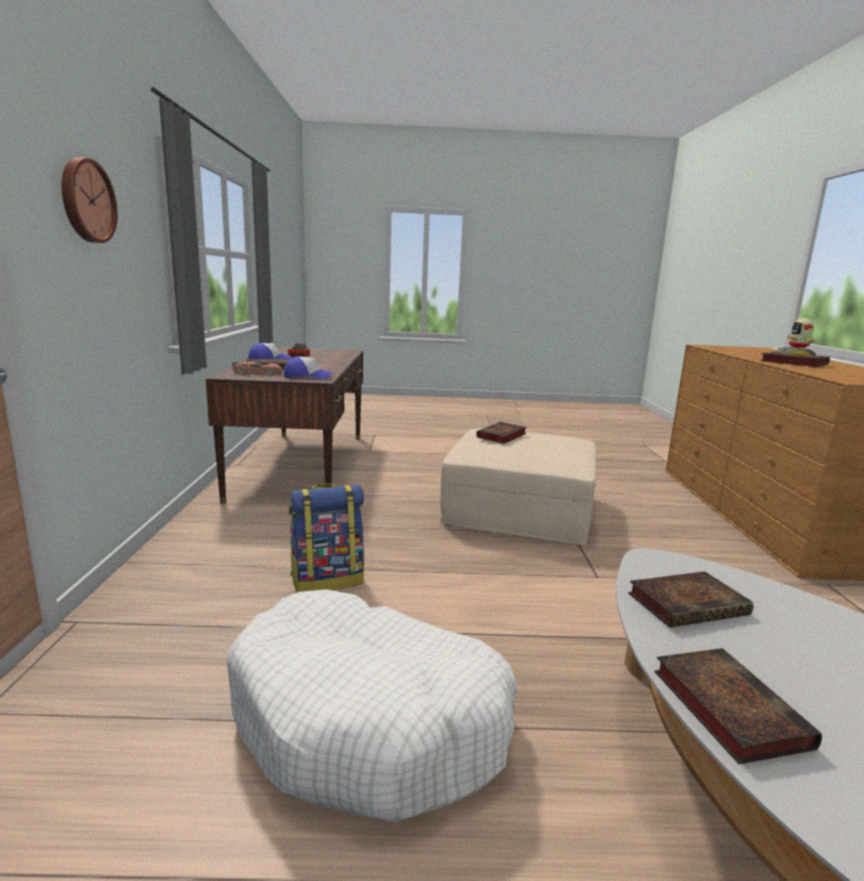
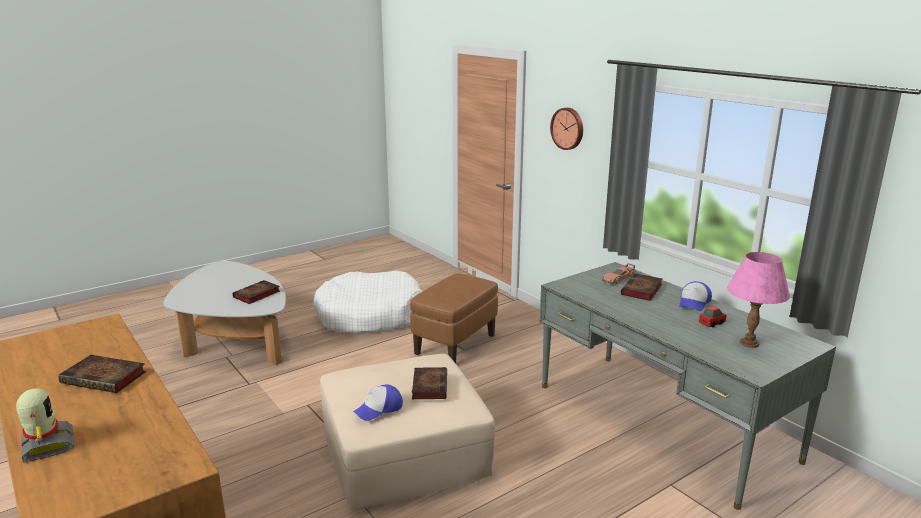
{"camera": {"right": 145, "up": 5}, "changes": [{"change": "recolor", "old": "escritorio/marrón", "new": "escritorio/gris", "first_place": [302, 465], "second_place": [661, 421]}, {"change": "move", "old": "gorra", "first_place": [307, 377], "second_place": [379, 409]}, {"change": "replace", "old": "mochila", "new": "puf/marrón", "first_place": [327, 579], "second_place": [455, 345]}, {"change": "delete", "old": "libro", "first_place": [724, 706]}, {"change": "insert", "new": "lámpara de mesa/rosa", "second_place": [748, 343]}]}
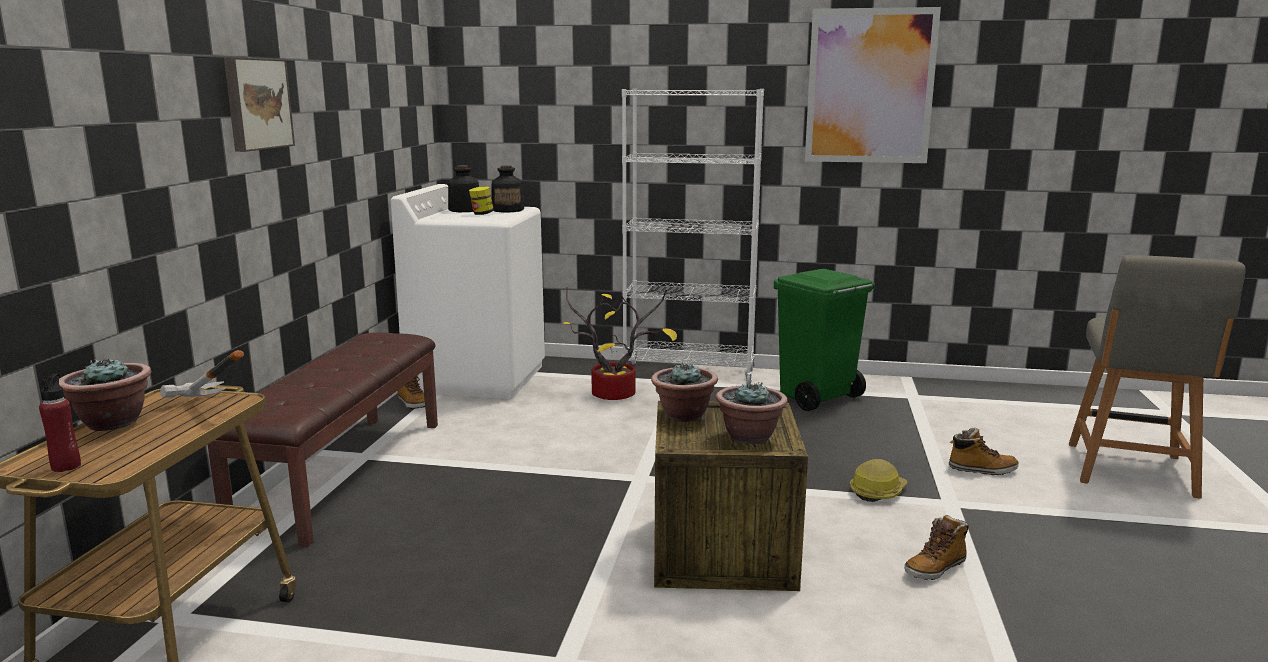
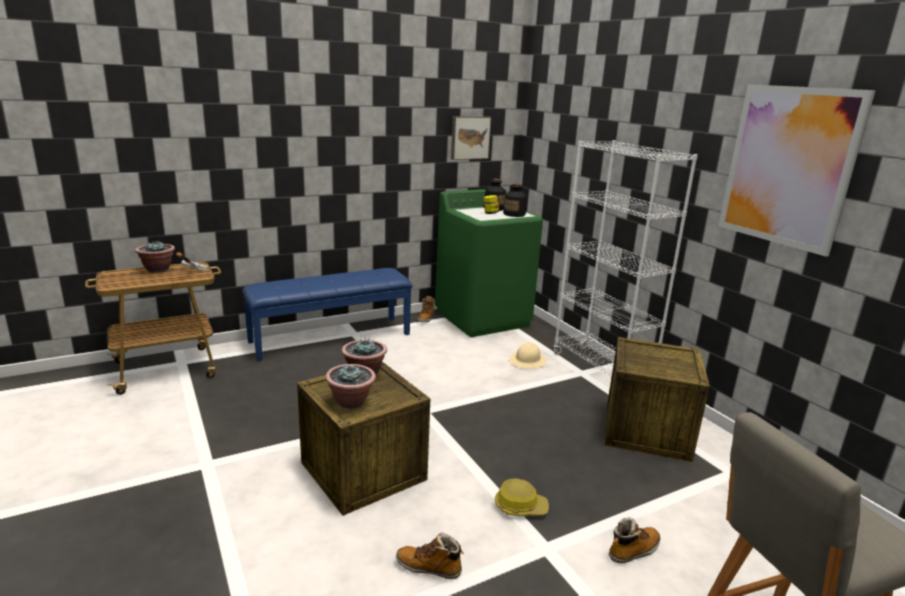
{"camera": {"right": 50, "up": 5}, "changes": [{"change": "move", "old": "cuadro", "first_place": [256, 103], "second_place": [469, 137]}, {"change": "recolor", "old": "lavadora/blanco", "new": "lavadora/verde", "first_place": [477, 377], "second_place": [483, 318]}, {"change": "replace", "old": "papelera/verde", "new": "caja de embalaje", "first_place": [816, 398], "second_place": [646, 431]}, {"change": "replace", "old": "planta en maceta", "new": "casco/beis", "first_place": [617, 394], "second_place": [528, 361]}, {"change": "recolor", "old": "banco/marrón", "new": "banco/azul", "first_place": [343, 473], "second_place": [331, 337]}, {"change": "delete", "old": "botella/rojo", "first_place": [66, 466]}, {"change": "rotate", "old": "bota", "first_place": [982, 470], "second_place": [633, 550], "degrees": -90}]}
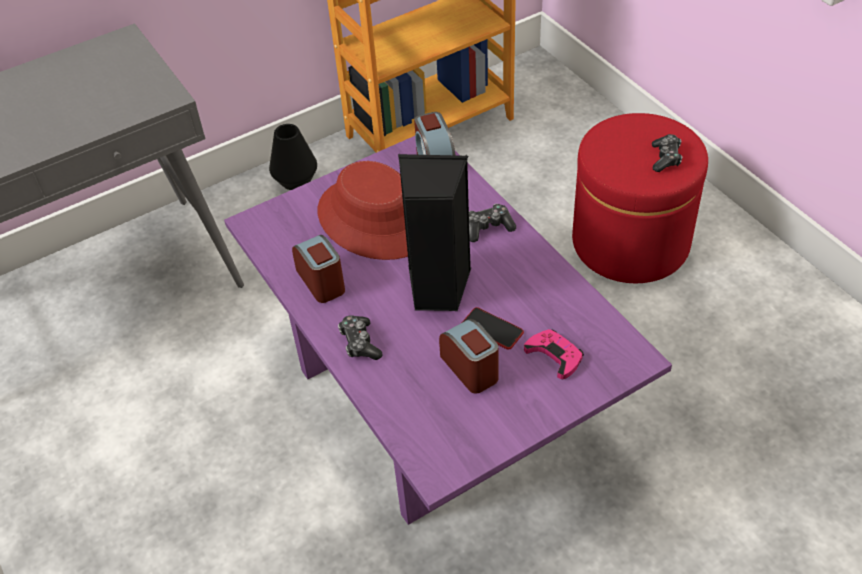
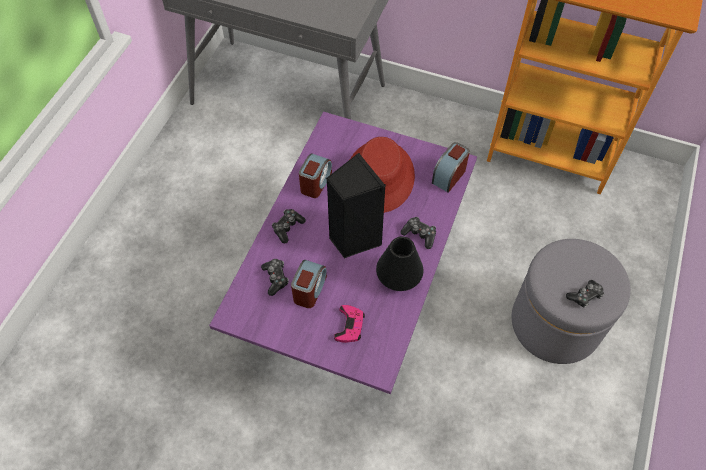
{"camera": {"right": 50, "up": 10}, "changes": [{"change": "recolor", "old": "puf/rojo", "new": "puf/gris", "first_place": [630, 242], "second_place": [555, 323]}, {"change": "move", "old": "florero/negro", "first_place": [296, 180], "second_place": [399, 278]}, {"change": "delete", "old": "móvil", "first_place": [492, 329]}, {"change": "insert", "new": "mando de consola", "second_place": [275, 278]}]}
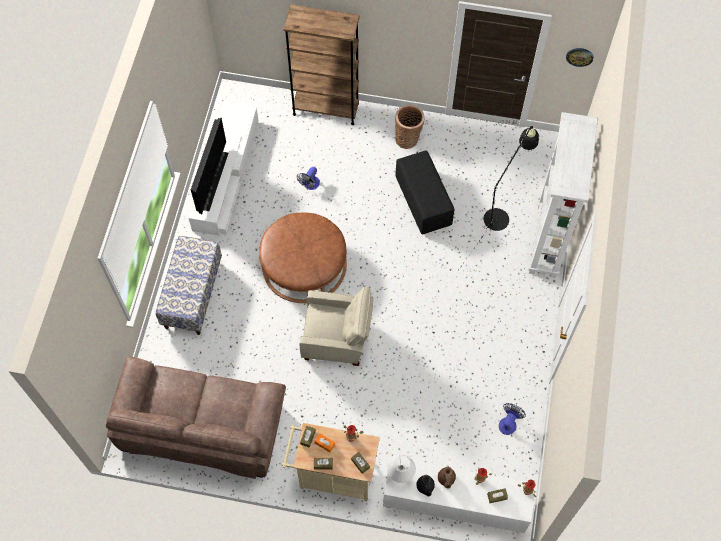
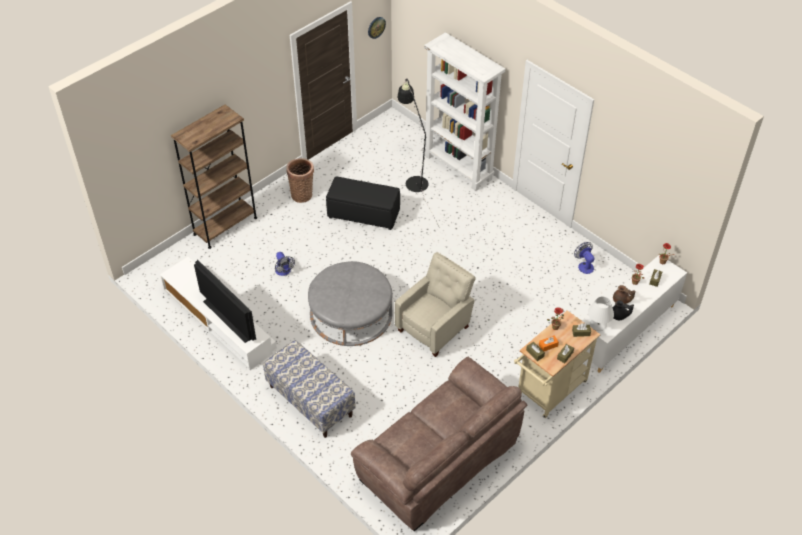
{"camera": {"right": -55, "up": -15}, "changes": [{"change": "recolor", "old": "puf/marrón", "new": "puf/gris", "first_place": [304, 264], "second_place": [351, 313]}]}
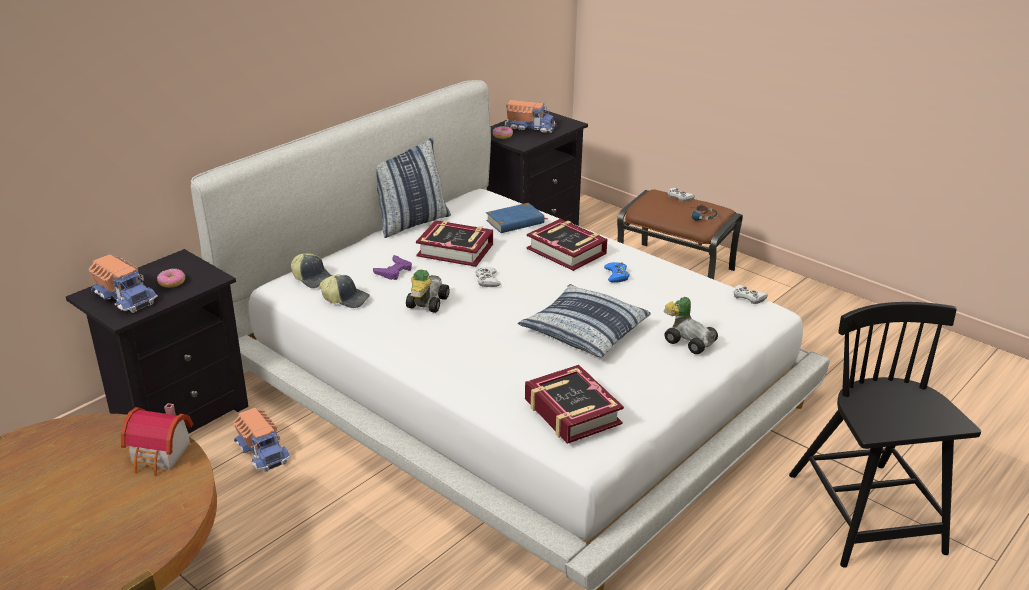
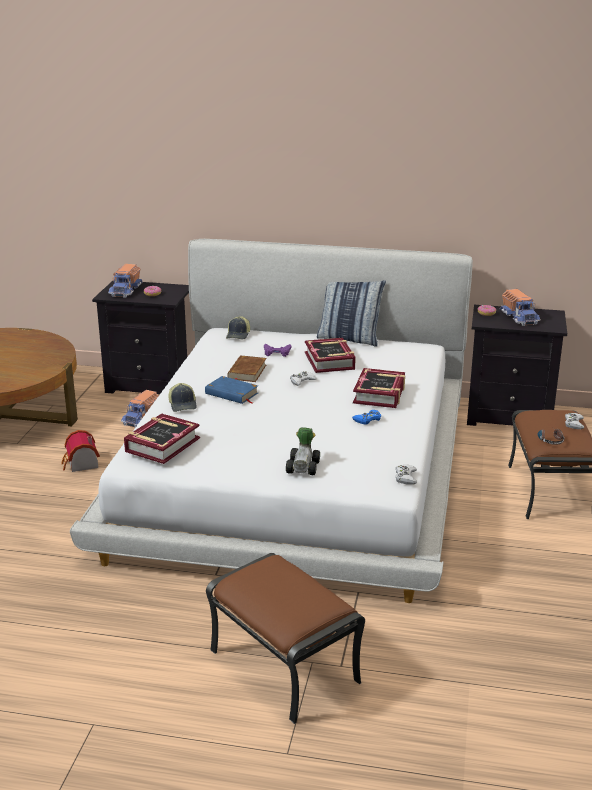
{"camera": {"right": 60, "up": -5}, "changes": [{"change": "move", "old": "libro/azul", "first_place": [515, 222], "second_place": [231, 393]}, {"change": "replace", "old": "coche de juguete", "new": "libro/marrón", "first_place": [425, 304], "second_place": [247, 372]}, {"change": "move", "old": "gorra", "first_place": [346, 299], "second_place": [183, 405]}, {"change": "delete", "old": "cojín", "first_place": [584, 331]}, {"change": "replace", "old": "silla/negro", "new": "puf/marrón", "first_place": [866, 515], "second_place": [286, 666]}, {"change": "move", "old": "casita", "first_place": [161, 455], "second_place": [81, 464]}]}
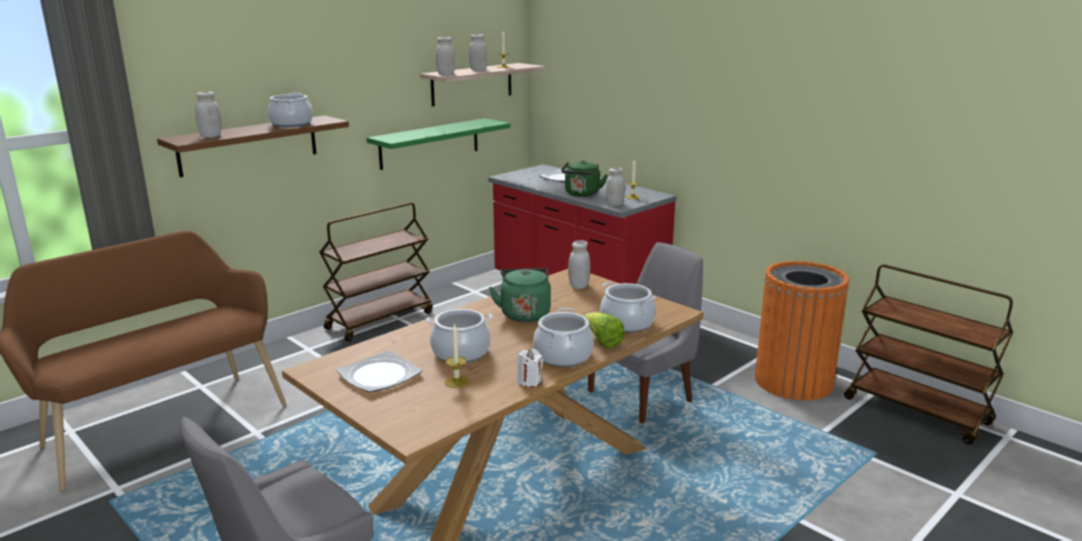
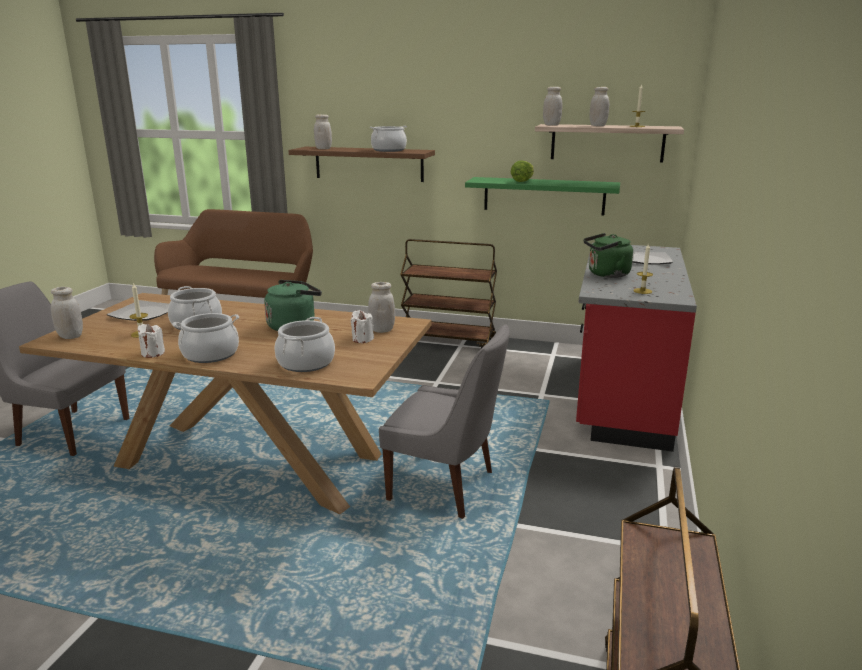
{"camera": {"right": 60, "up": 0}, "changes": [{"change": "move", "old": "tarro/blanco", "first_place": [615, 204], "second_place": [70, 336]}, {"change": "delete", "old": "papelera/naranja", "first_place": [793, 381]}, {"change": "move", "old": "lechuga", "first_place": [602, 342], "second_place": [523, 181]}, {"change": "insert", "new": "vela/blanco", "second_place": [362, 339]}]}
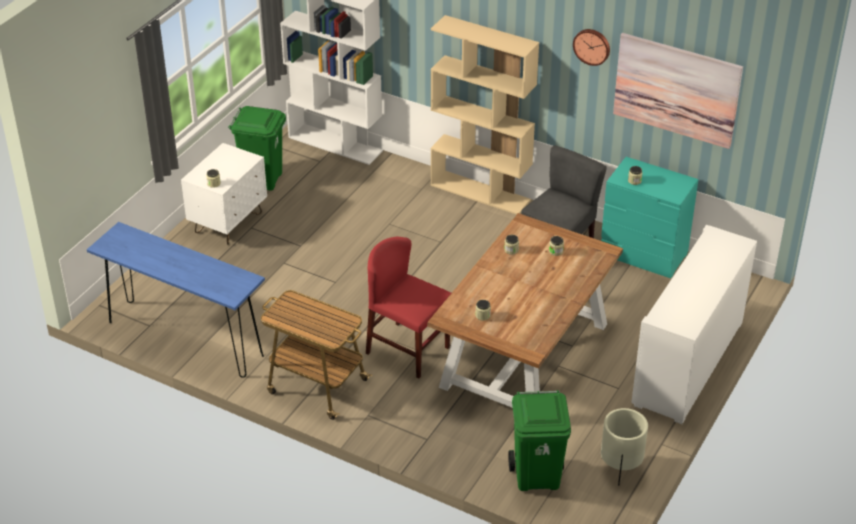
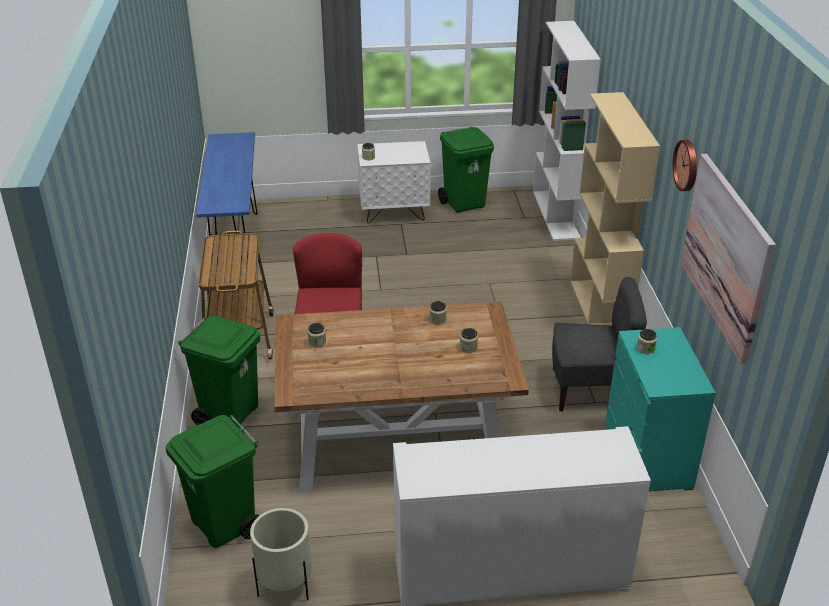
{"camera": {"right": 55, "up": -5}, "changes": [{"change": "insert", "new": "papelera/verde", "second_place": [230, 414]}]}
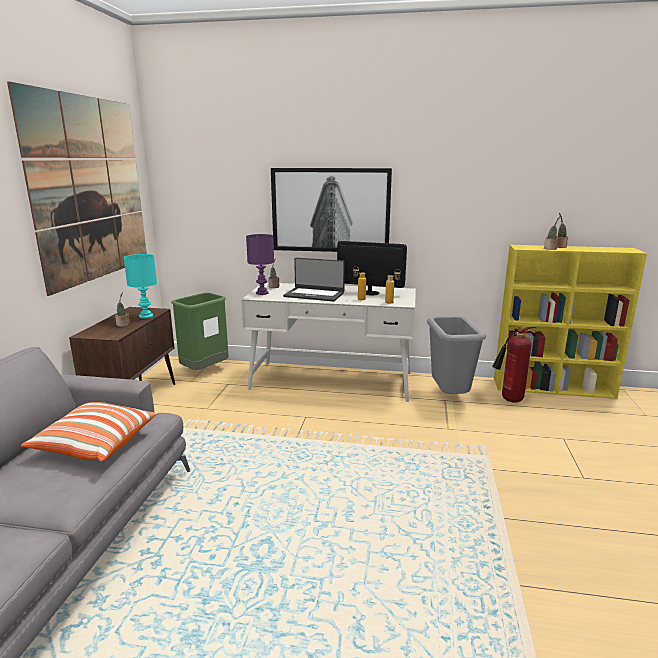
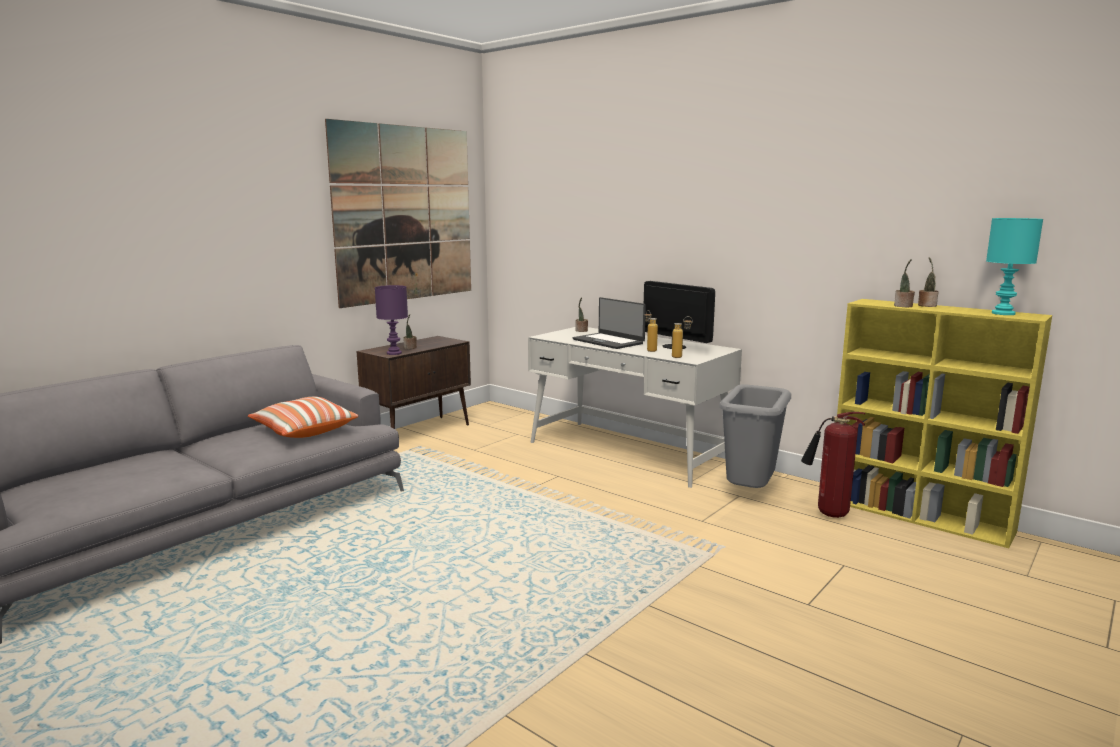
{"camera": {"right": 30, "up": -5}, "changes": [{"change": "delete", "old": "cuadro", "first_place": [330, 210]}, {"change": "move", "old": "lámpara de mesa/morado", "first_place": [262, 293], "second_place": [393, 353]}, {"change": "move", "old": "lámpara de mesa/turquesa", "first_place": [145, 316], "second_place": [1002, 313]}, {"change": "delete", "old": "papelera/verde", "first_place": [205, 370]}]}
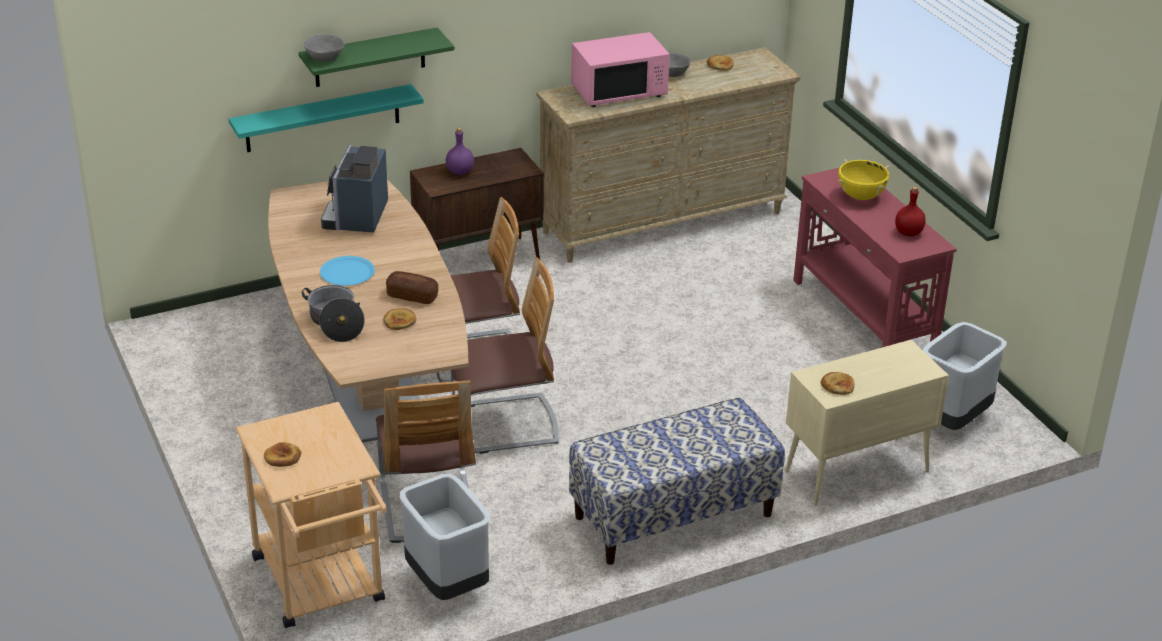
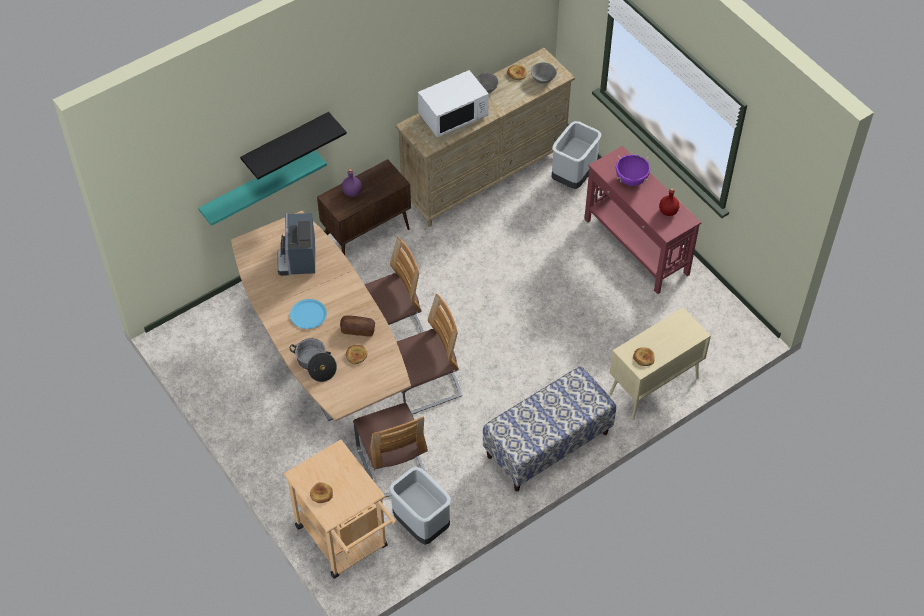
{"camera": {"right": -10, "up": 20}, "changes": [{"change": "recolor", "old": "estante/verde", "new": "estante/negro", "first_place": [369, 58], "second_place": [286, 143]}, {"change": "recolor", "old": "microondas/rosa", "new": "microondas/blanco", "first_place": [619, 92], "second_place": [453, 116]}, {"change": "move", "old": "cuenco/gris", "first_place": [324, 58], "second_place": [542, 79]}, {"change": "recolor", "old": "olla/amarillo", "new": "olla/morado", "first_place": [860, 196], "second_place": [631, 179]}, {"change": "move", "old": "papelera/gris", "first_place": [951, 419], "second_place": [573, 176]}]}
